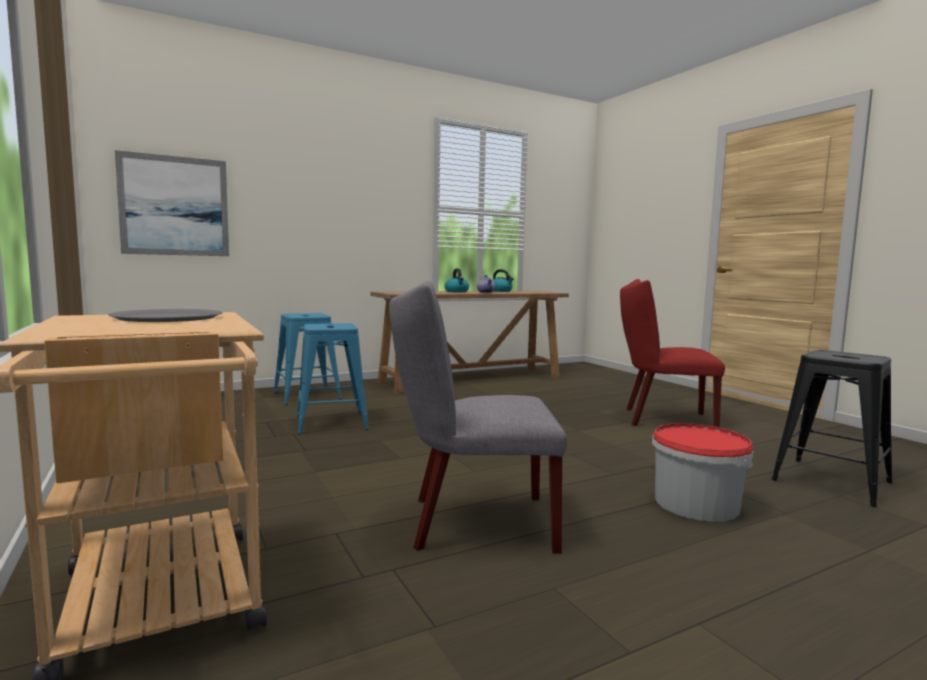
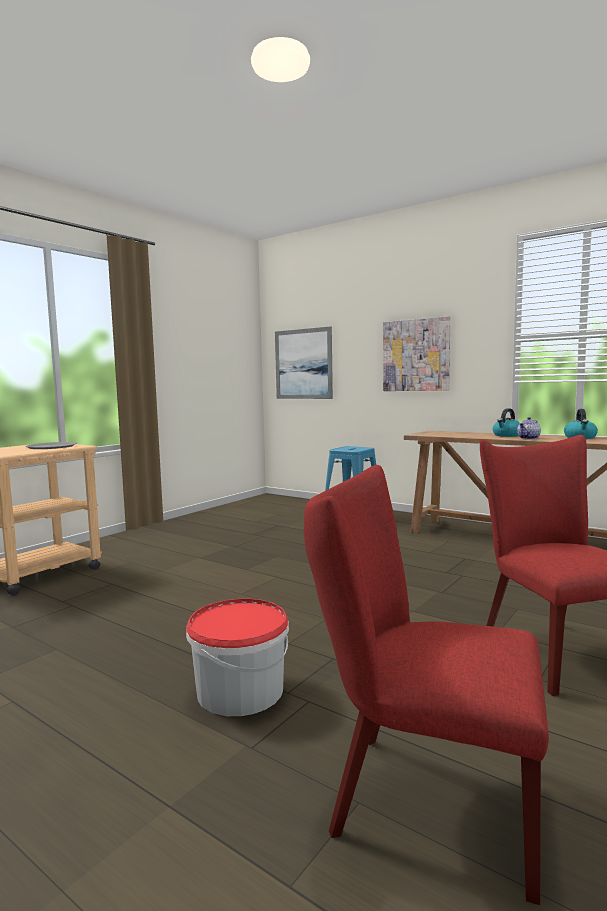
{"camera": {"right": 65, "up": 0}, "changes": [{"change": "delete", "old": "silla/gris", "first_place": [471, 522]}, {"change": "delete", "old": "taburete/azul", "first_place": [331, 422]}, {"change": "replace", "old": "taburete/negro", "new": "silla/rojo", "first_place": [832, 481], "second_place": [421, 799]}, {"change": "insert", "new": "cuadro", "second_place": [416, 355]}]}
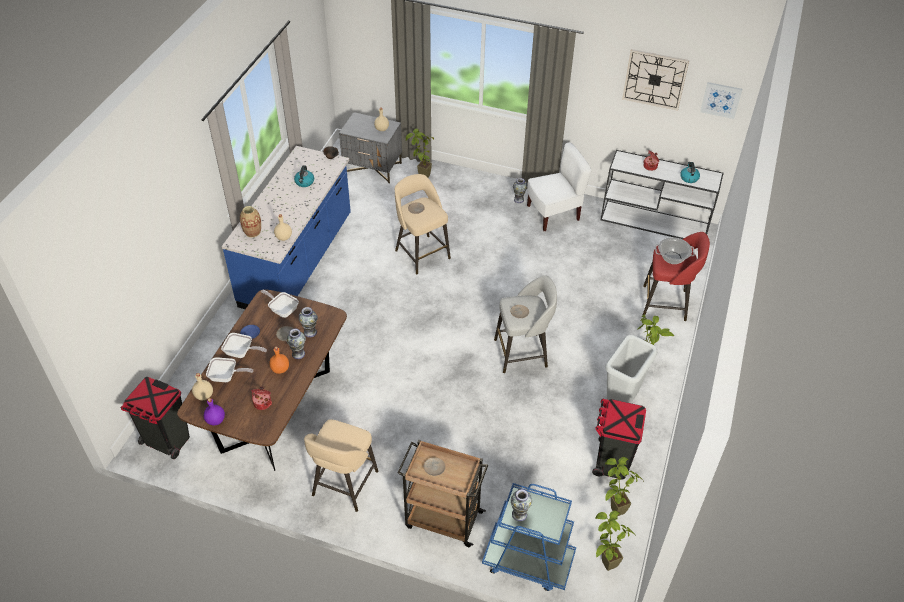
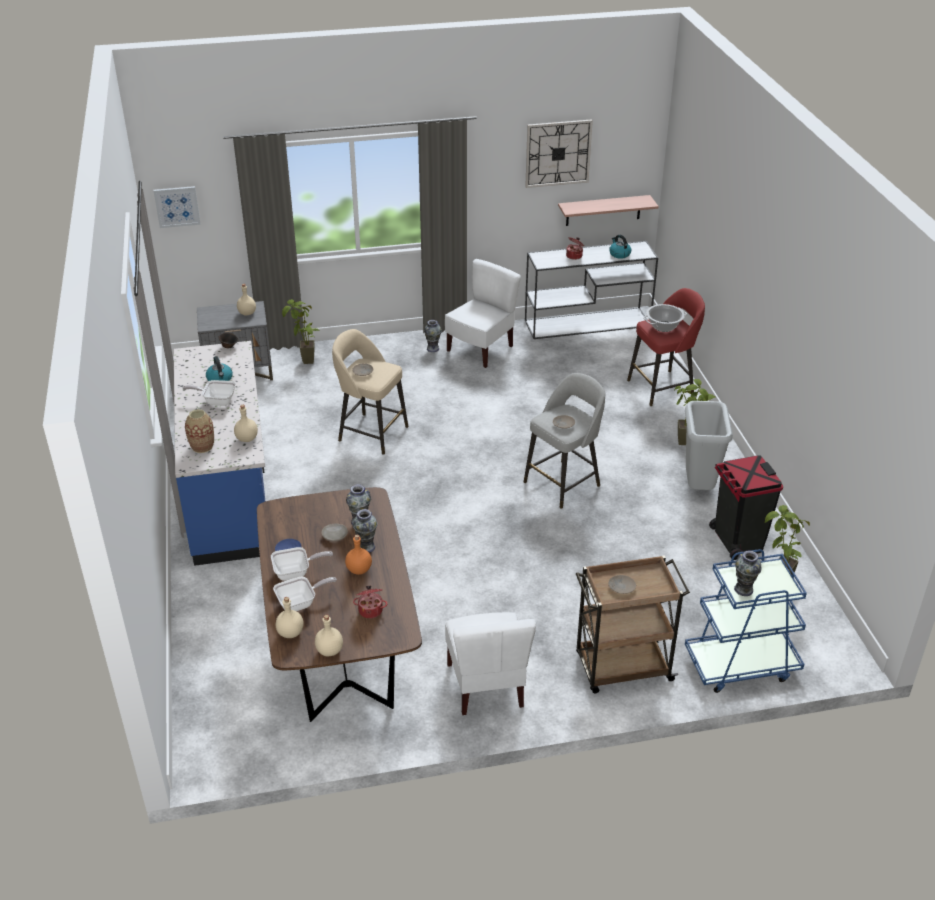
{"camera": {"right": -30, "up": -10}, "changes": [{"change": "move", "old": "cuadro", "first_place": [721, 99], "second_place": [177, 206]}, {"change": "move", "old": "sartén", "first_place": [282, 310], "second_place": [216, 401]}, {"change": "delete", "old": "papelera/negro", "first_place": [167, 441]}, {"change": "recolor", "old": "botella/morado", "new": "botella/beis", "first_place": [215, 420], "second_place": [329, 651]}, {"change": "replace", "old": "taburete/beis", "new": "silla/blanco", "first_place": [344, 485], "second_place": [487, 686]}, {"change": "delete", "old": "planta en maceta", "first_place": [603, 565]}, {"change": "insert", "new": "estante", "second_place": [603, 210]}]}
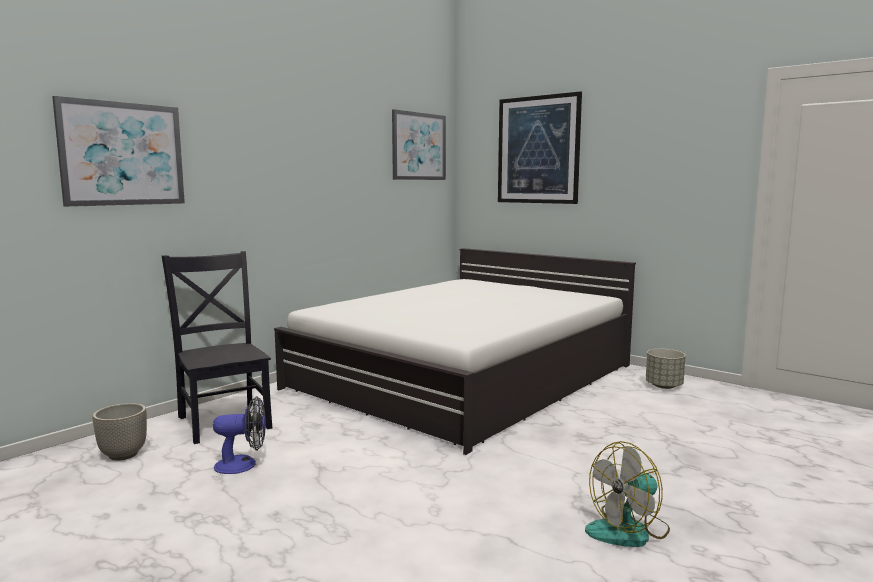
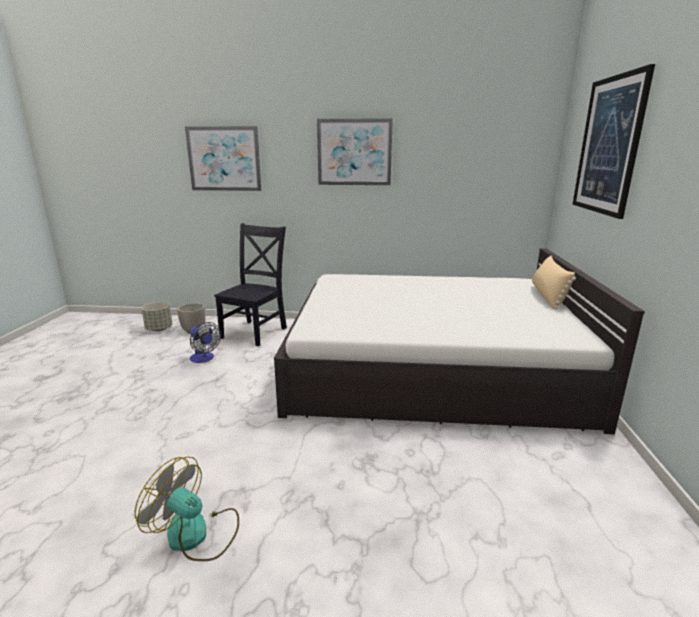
{"camera": {"right": 55, "up": 10}, "changes": [{"change": "move", "old": "cuadro", "first_place": [419, 146], "second_place": [354, 152]}, {"change": "move", "old": "maceta/gris", "first_place": [664, 386], "second_place": [159, 329]}, {"change": "insert", "new": "cojín/beis", "second_place": [548, 296]}]}
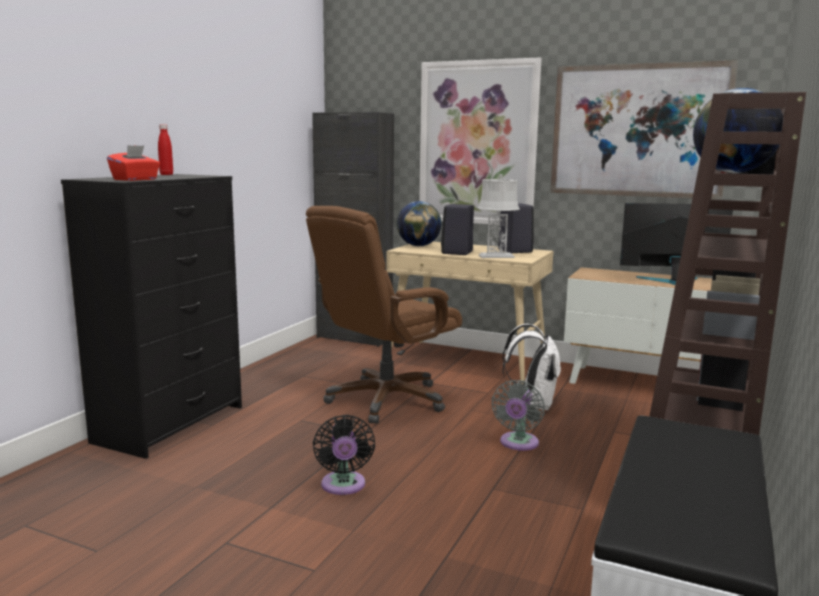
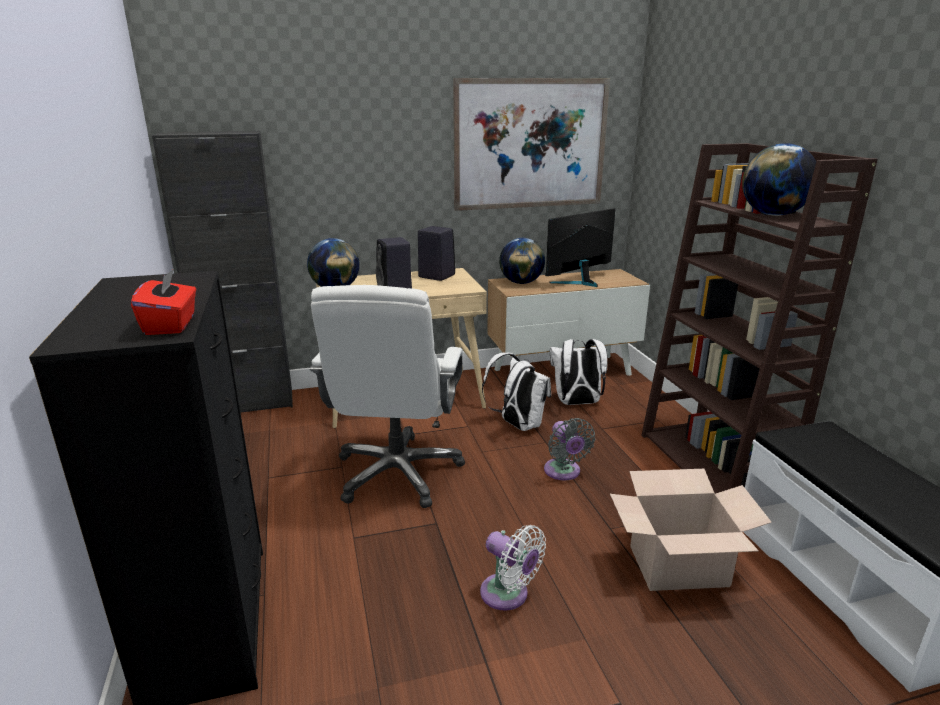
{"camera": {"right": -40, "up": 10}, "changes": [{"change": "delete", "old": "cuadro", "first_place": [477, 143]}, {"change": "delete", "old": "botella/rojo", "first_place": [166, 174]}, {"change": "delete", "old": "lámpara de mesa/gris", "first_place": [496, 256]}, {"change": "recolor", "old": "silla de oficina/marrón", "new": "silla de oficina/blanco", "first_place": [385, 400], "second_place": [397, 473]}, {"change": "recolor", "old": "ventilador/negro", "new": "ventilador/blanco", "first_place": [343, 486], "second_place": [508, 595]}, {"change": "insert", "new": "globo terráqueo", "second_place": [521, 283]}, {"change": "insert", "new": "mochila/blanco", "second_place": [576, 403]}, {"change": "insert", "new": "caja de cartón", "second_place": [678, 565]}]}
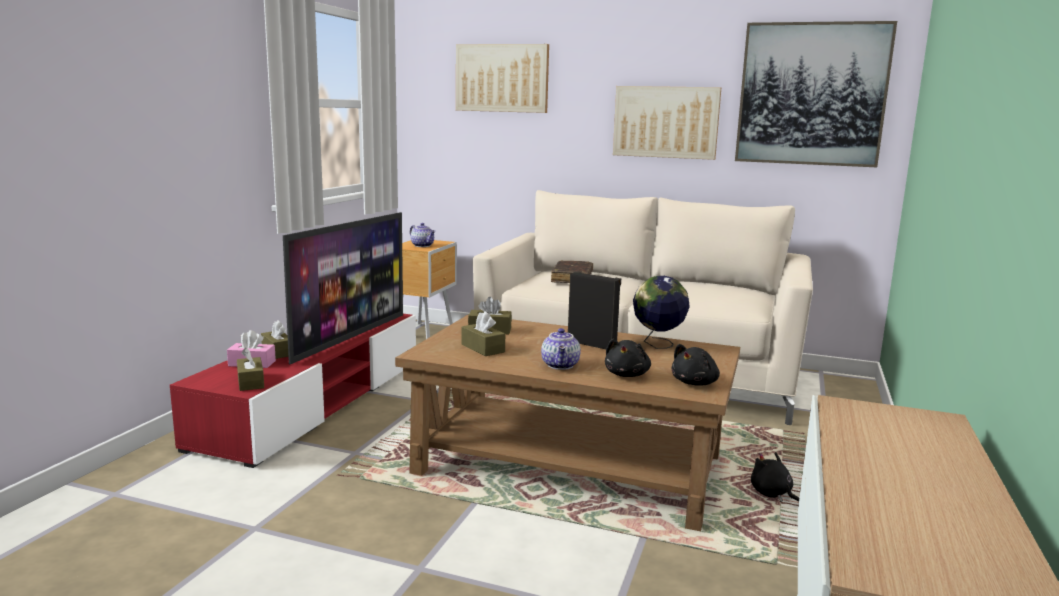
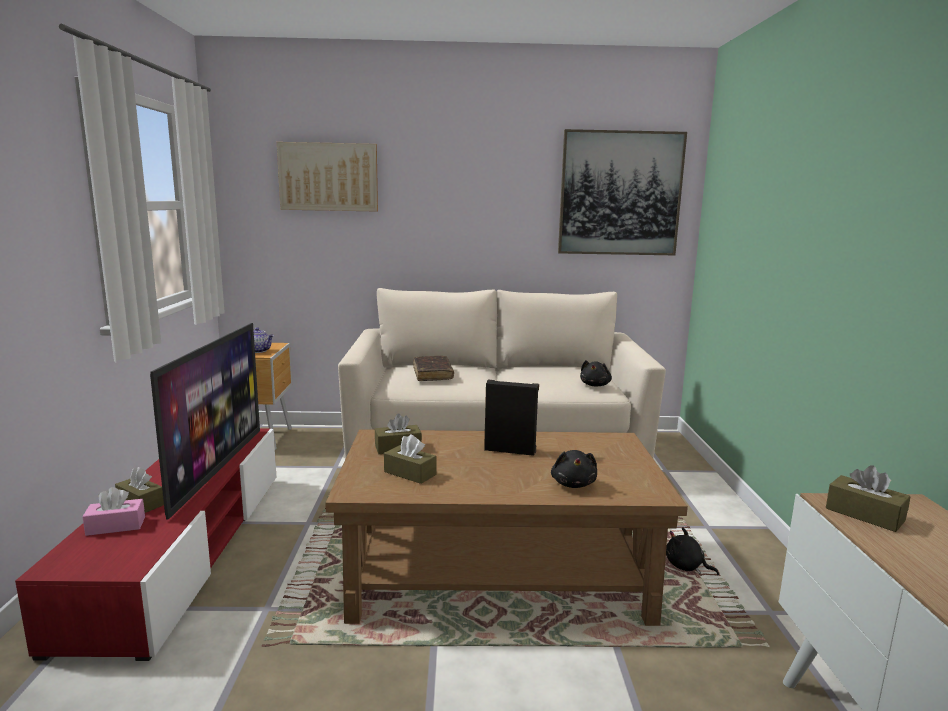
{"camera": {"right": -20, "up": 0}, "changes": [{"change": "delete", "old": "cuadro", "first_place": [666, 122]}, {"change": "delete", "old": "globo terráqueo", "first_place": [658, 344]}, {"change": "delete", "old": "tetera", "first_place": [561, 365]}, {"change": "move", "old": "peluche/negro", "first_place": [695, 383], "second_place": [595, 385]}, {"change": "move", "old": "caja de pañuelos/marrón", "first_place": [250, 382], "second_place": [864, 514]}]}
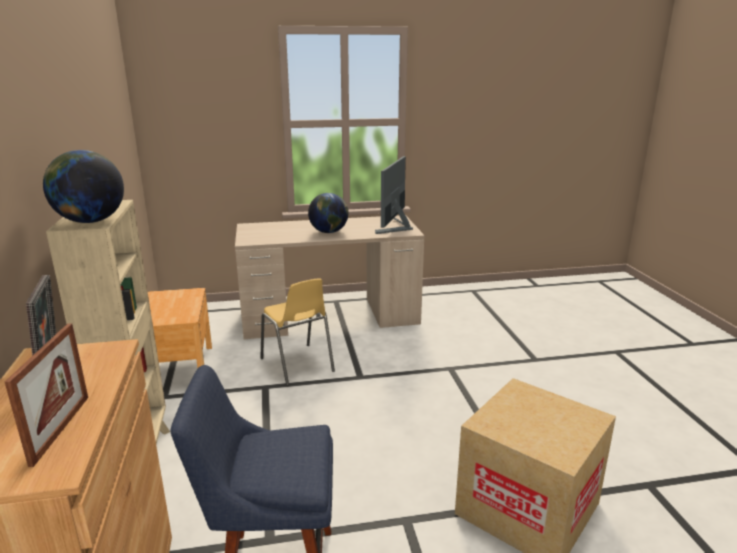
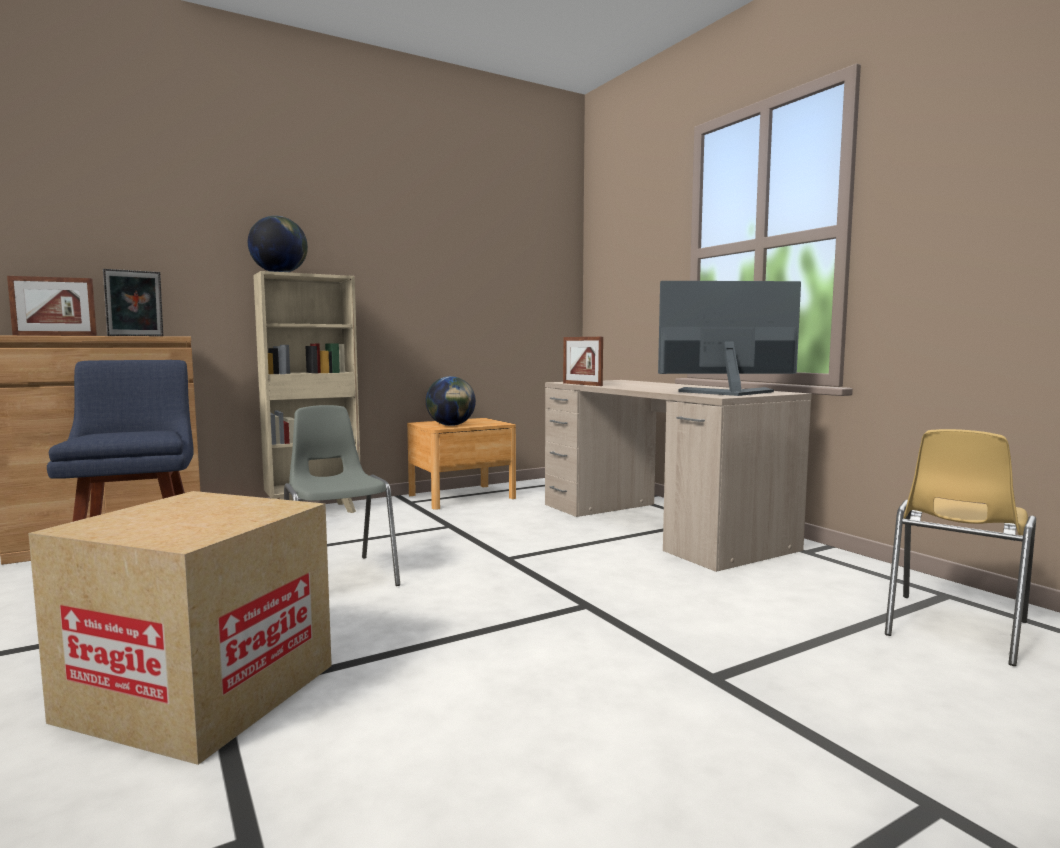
{"camera": {"right": 70, "up": -15}, "changes": [{"change": "move", "old": "globo terráqueo", "first_place": [329, 232], "second_place": [451, 425]}, {"change": "move", "old": "silla/amarillo", "first_place": [297, 365], "second_place": [953, 628]}, {"change": "insert", "new": "portarretratos", "second_place": [582, 384]}, {"change": "insert", "new": "silla/gris", "second_place": [339, 577]}]}
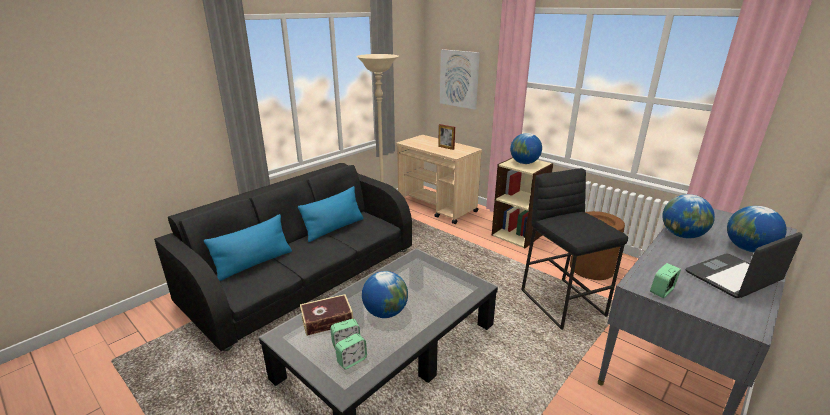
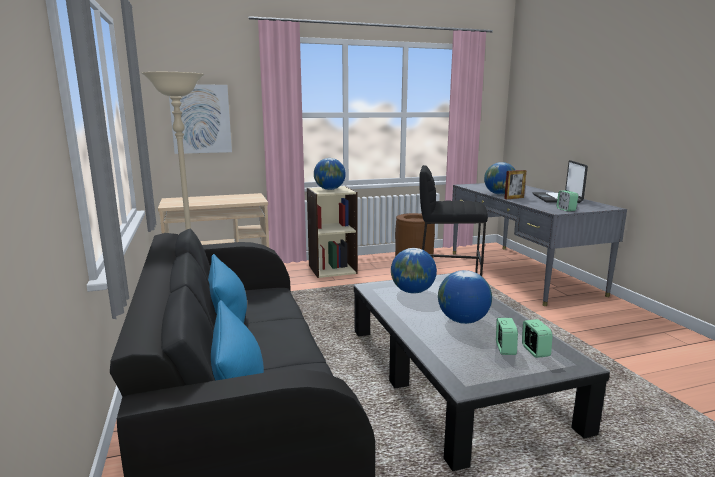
{"camera": {"right": -60, "up": -10}, "changes": [{"change": "move", "old": "portarretratos", "first_place": [446, 147], "second_place": [514, 198]}, {"change": "move", "old": "globo terráqueo", "first_place": [747, 249], "second_place": [412, 292]}, {"change": "delete", "old": "libro", "first_place": [327, 320]}]}
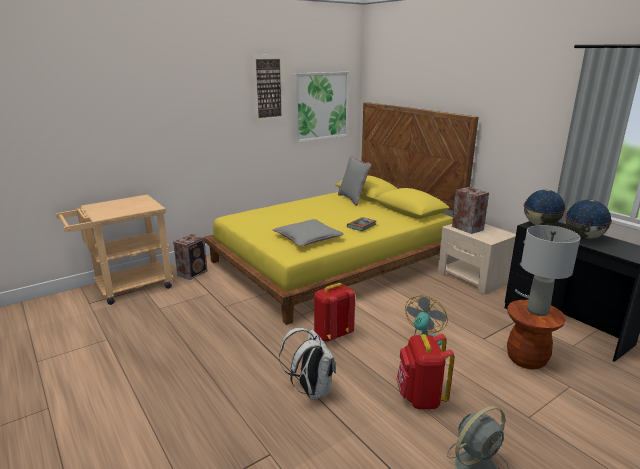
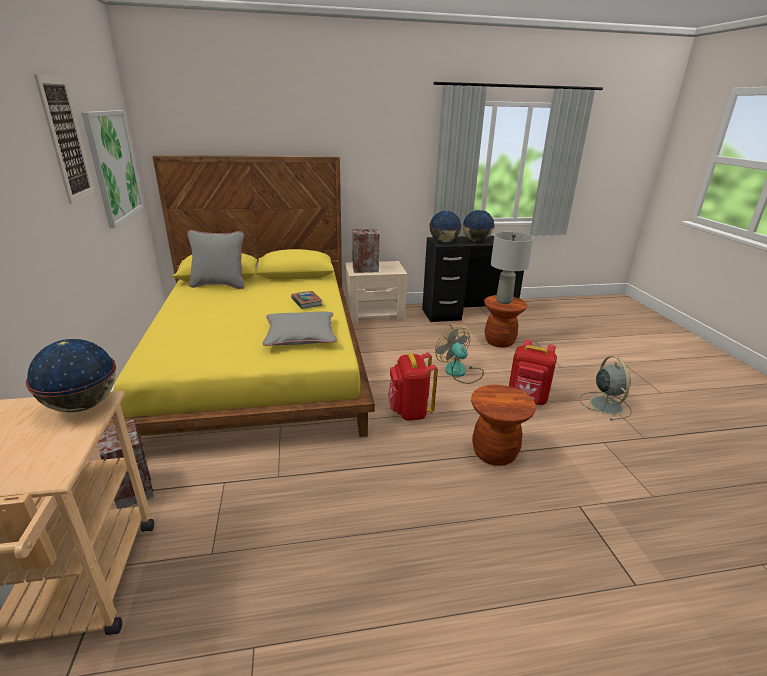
{"camera": {"right": -65, "up": 5}, "changes": [{"change": "replace", "old": "mochila/blanco", "new": "taburete/marrón", "first_place": [311, 390], "second_place": [494, 453]}, {"change": "insert", "new": "globo terráqueo", "second_place": [83, 405]}]}
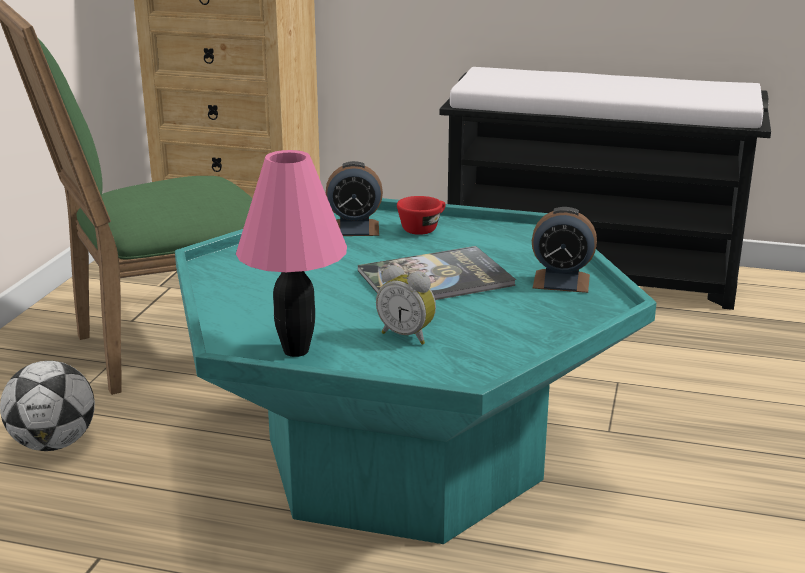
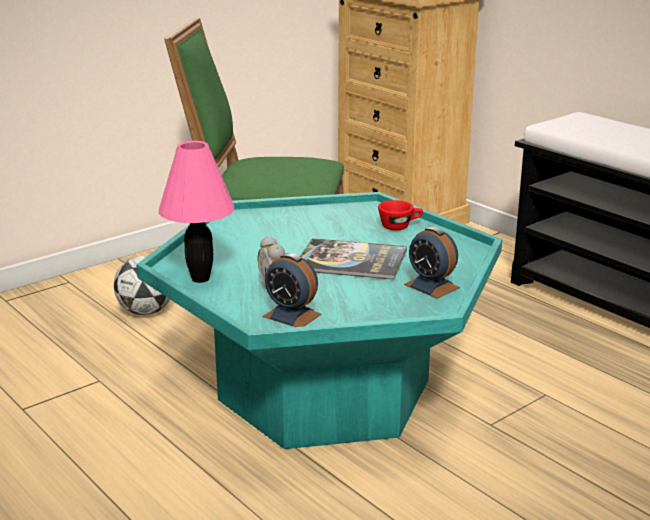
{"camera": {"right": 35, "up": 0}, "changes": [{"change": "move", "old": "despertador", "first_place": [354, 229], "second_place": [292, 315]}]}
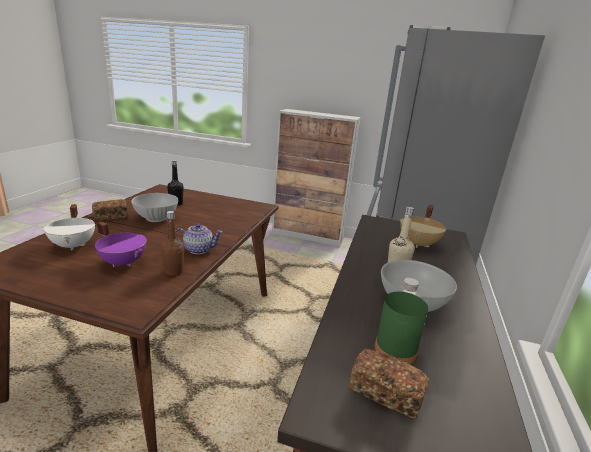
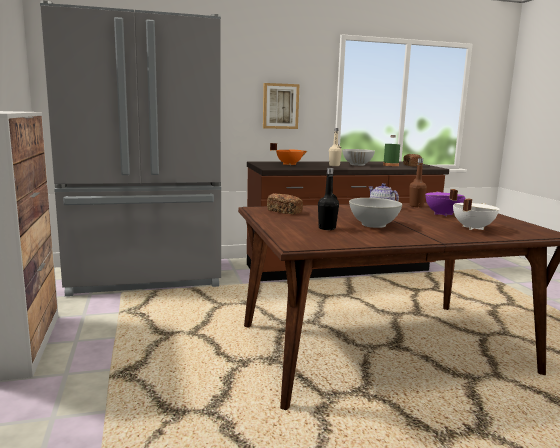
{"camera": {"right": -120, "up": -10}, "changes": [{"change": "move", "old": "pan", "first_place": [110, 216], "second_place": [284, 211]}, {"change": "recolor", "old": "olla/beis", "new": "olla/naranja", "first_place": [419, 244], "second_place": [289, 164]}, {"change": "insert", "new": "cuadro", "second_place": [280, 106]}]}
